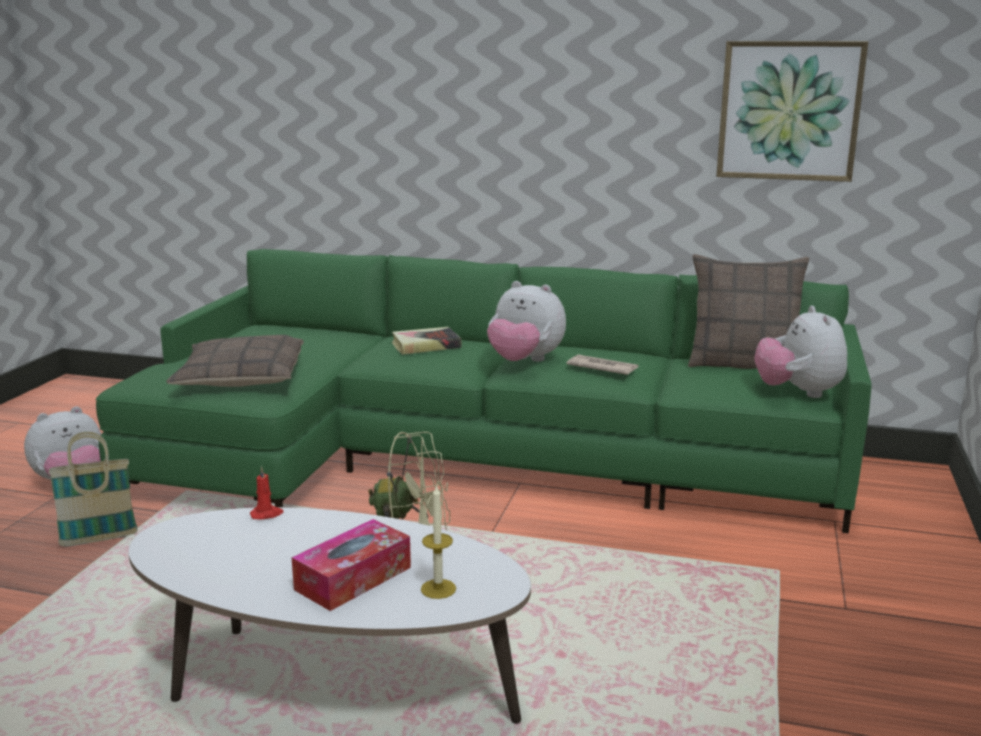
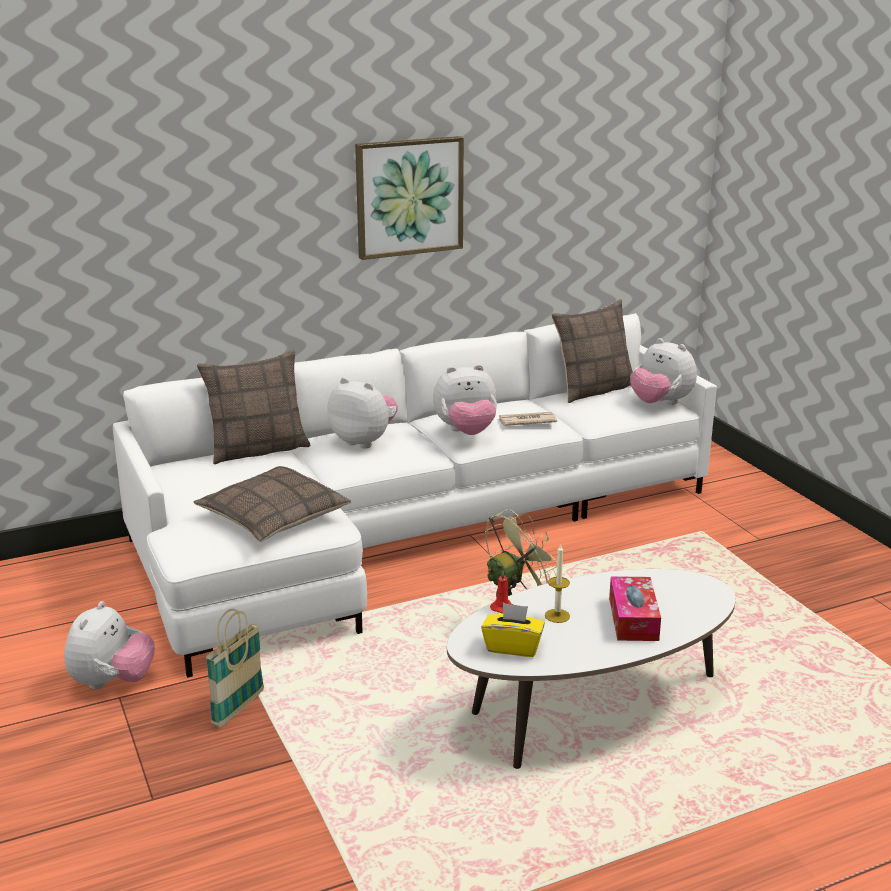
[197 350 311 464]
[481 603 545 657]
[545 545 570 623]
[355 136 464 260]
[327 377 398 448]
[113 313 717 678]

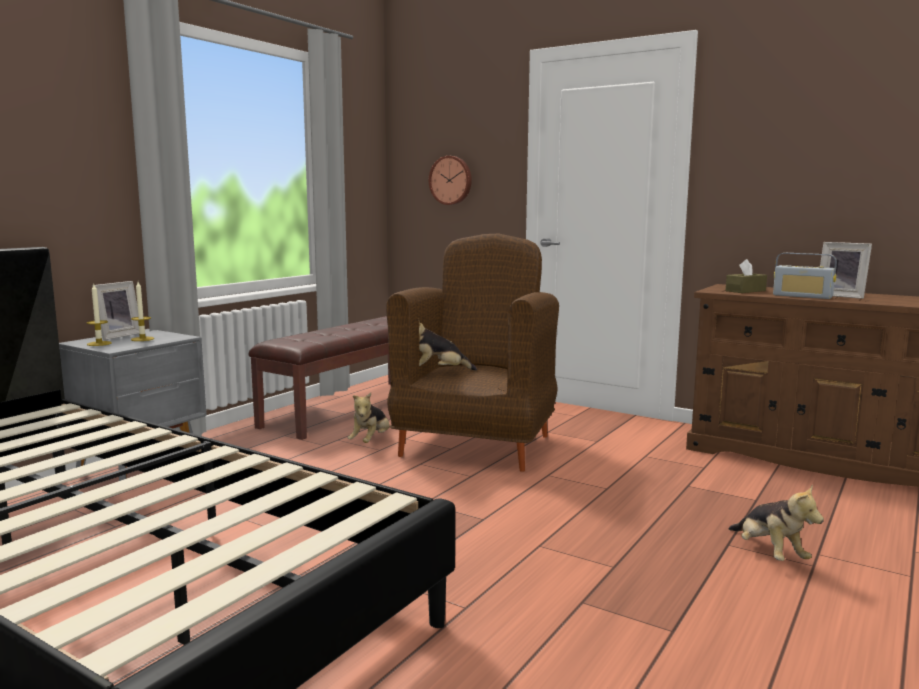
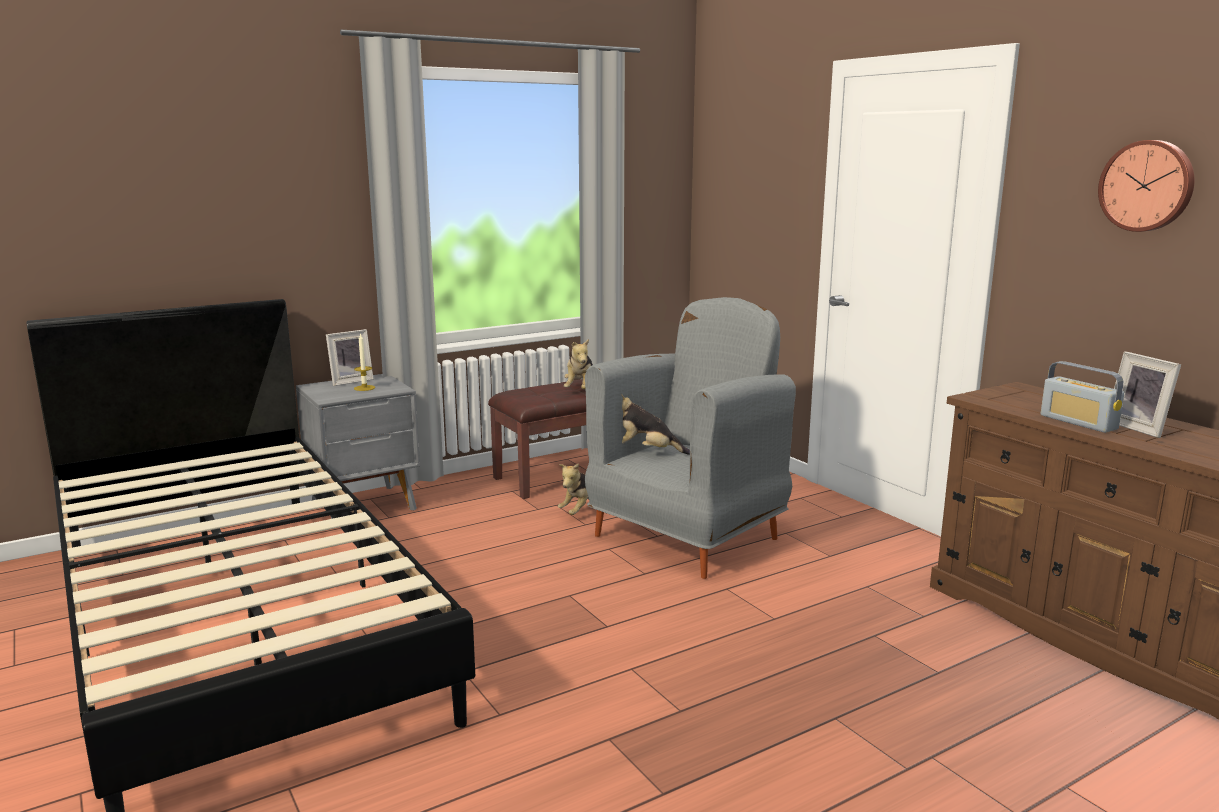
[87 284 112 346] (first image)
[725 259 767 293] (first image)
[1098 140 1195 232]
[564 339 593 389]
[585 297 796 579]

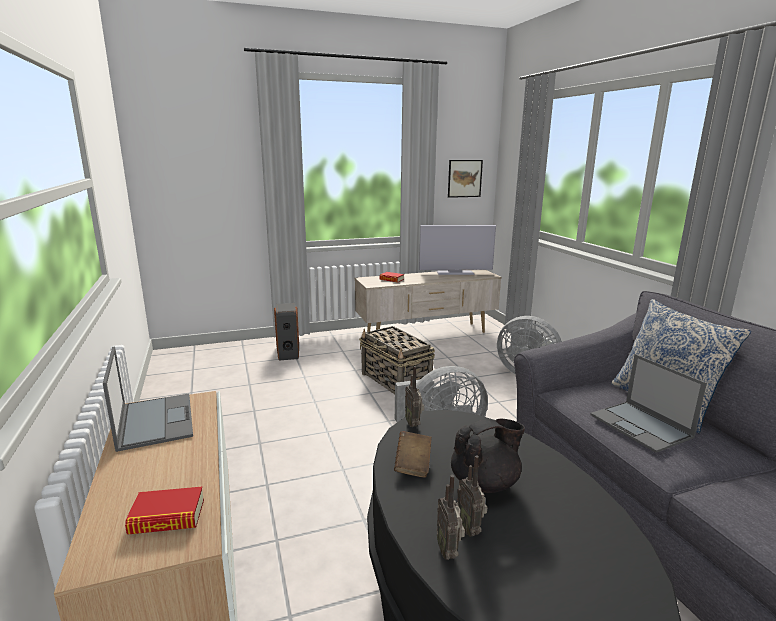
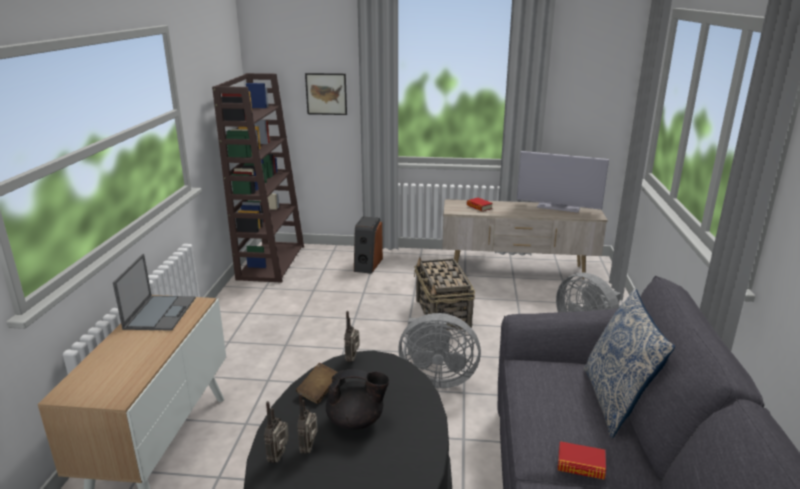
[590 354 707 453] (first image)
[212 73 304 283]
[558 441 606 480]
[305 73 347 115]

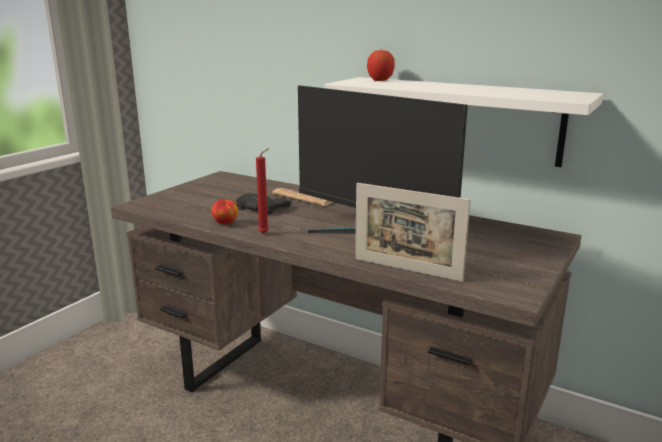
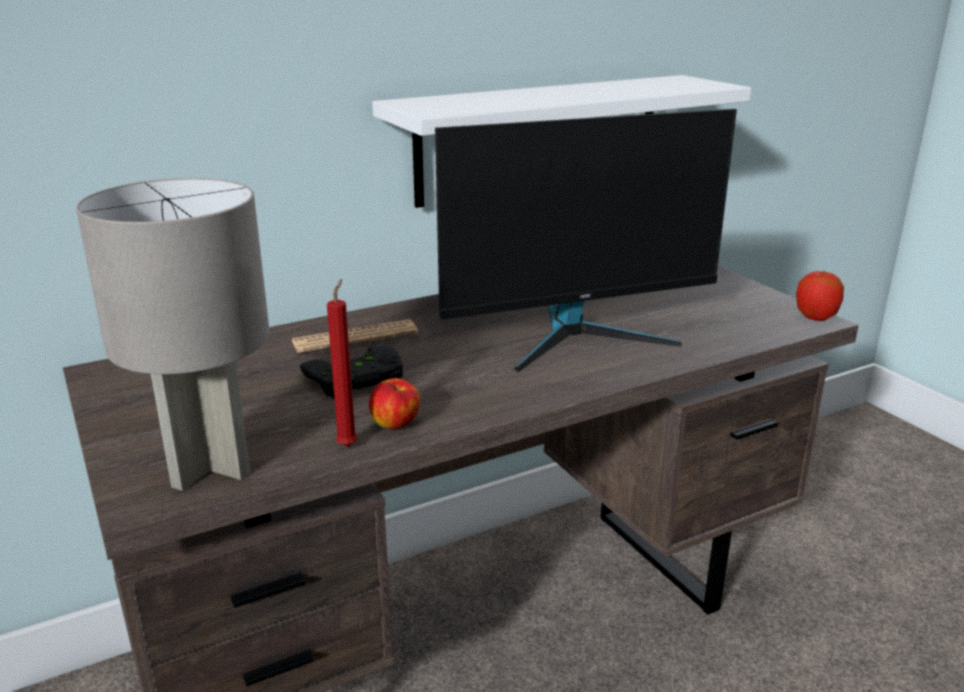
[355 183 471 282] (first image)
[76 178 270 491]
[327 279 358 447]
[796 270 844 321]

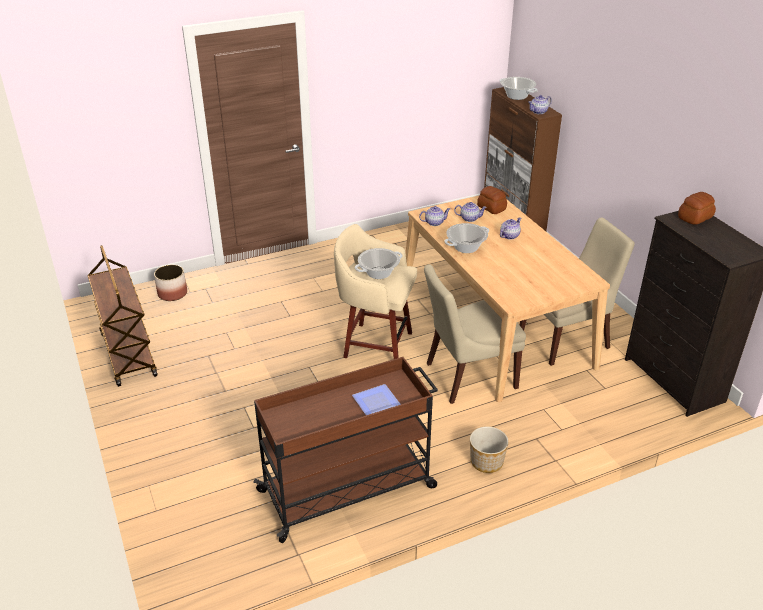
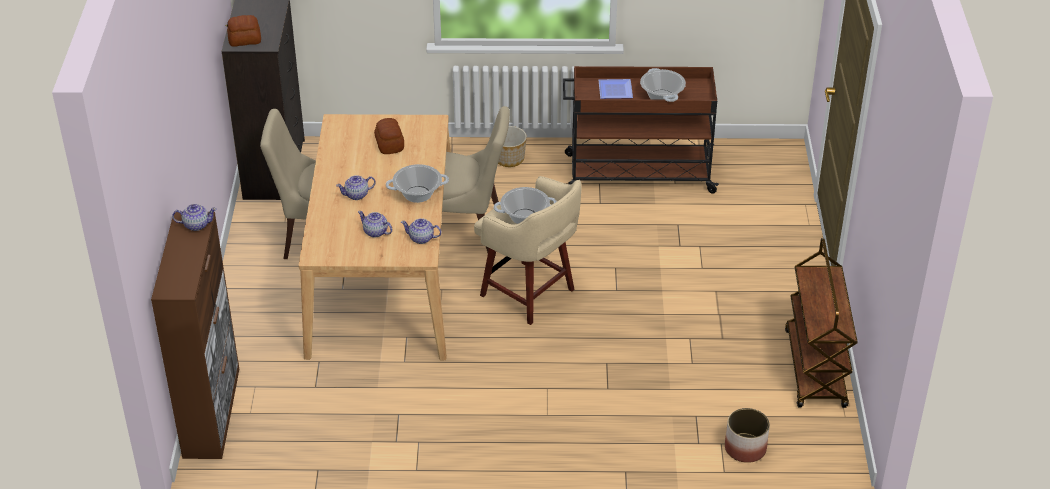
[374 118 404 154]
[640 68 686 102]

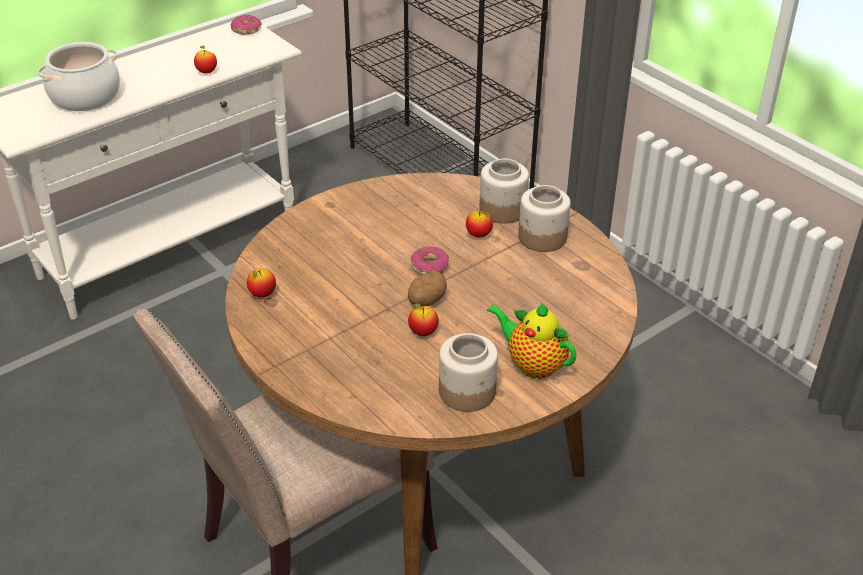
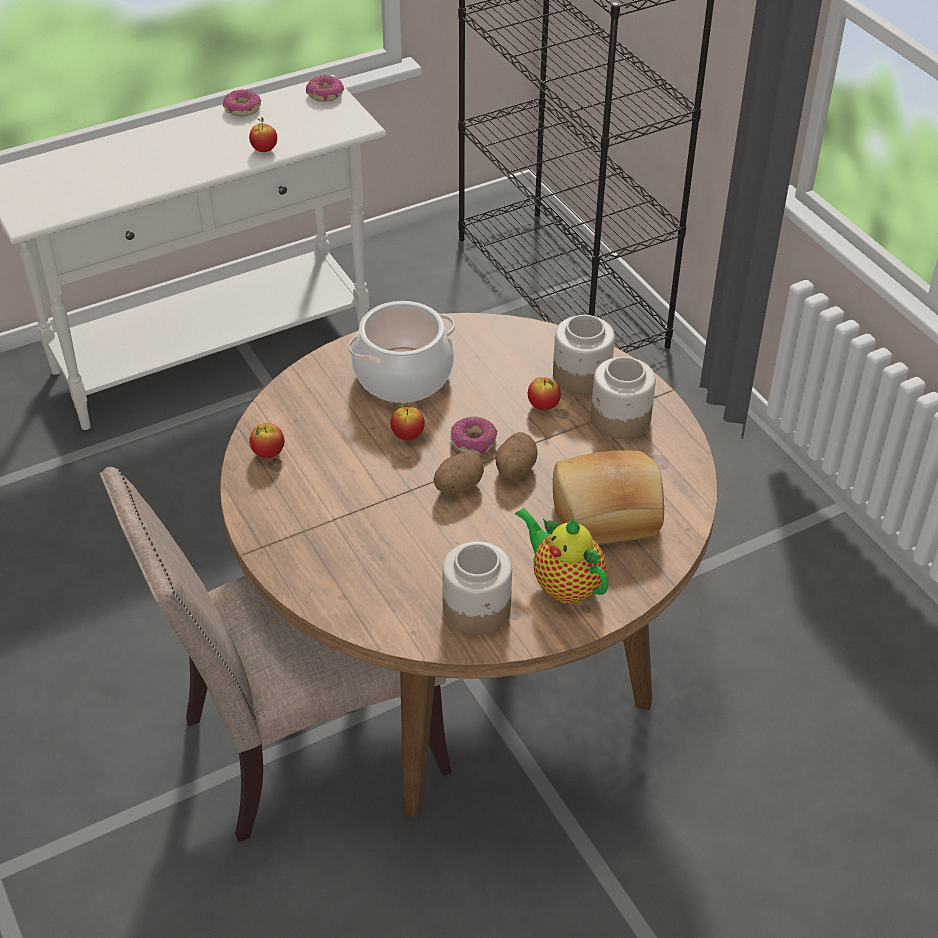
[223 90 261 116]
[495 432 538 479]
[553 451 664 545]
[348 301 455 403]
[390 403 425 441]

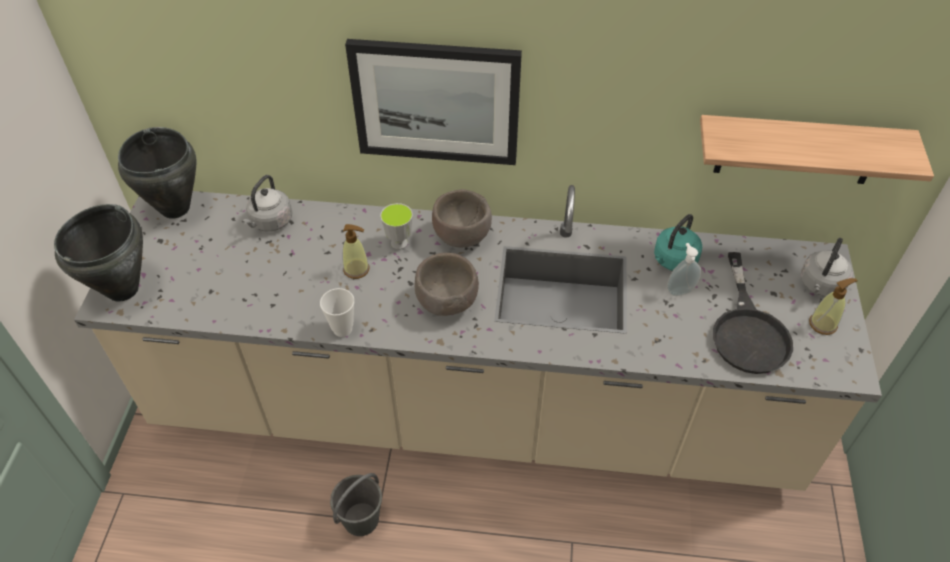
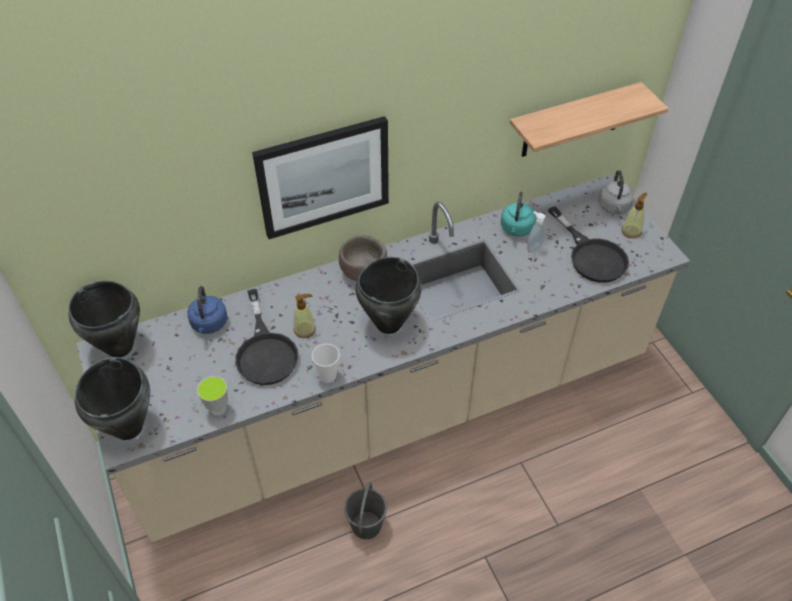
[235 289 298 385]
[197 376 228 416]
[356 257 422 334]
[187 286 227 334]

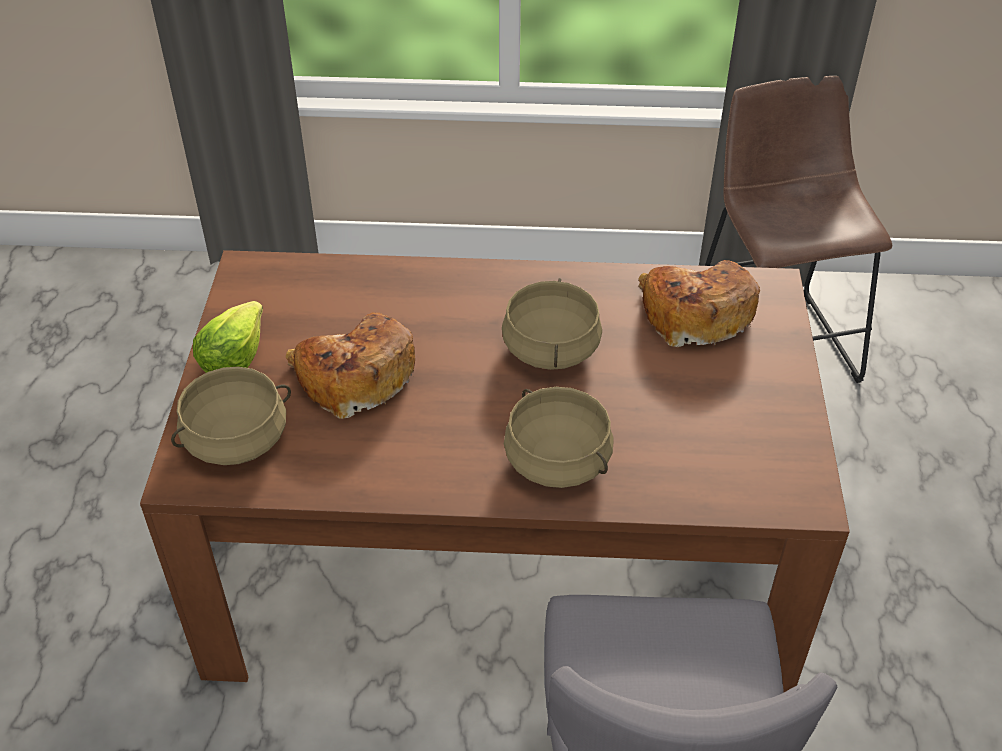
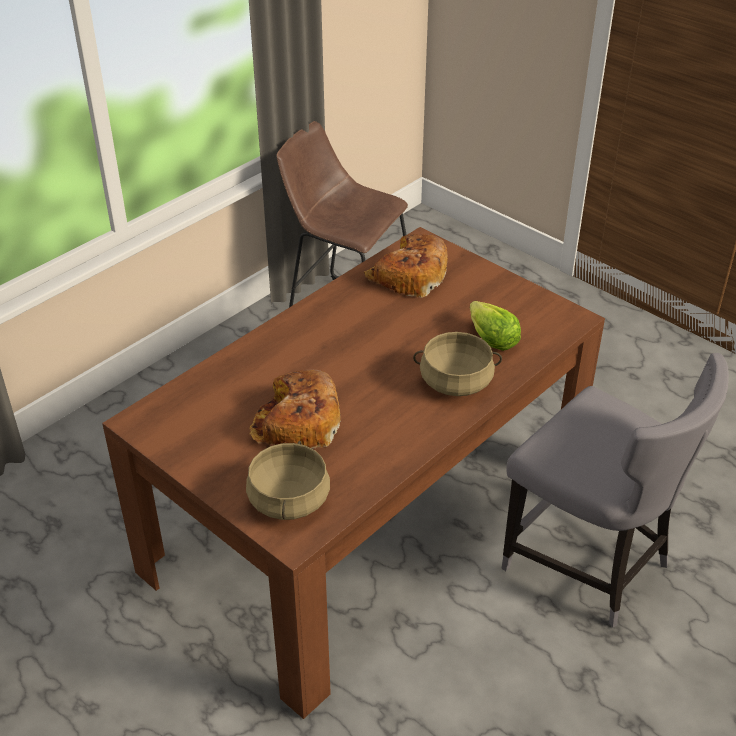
[502 278 602 370] (first image)
[470 301 521 351]

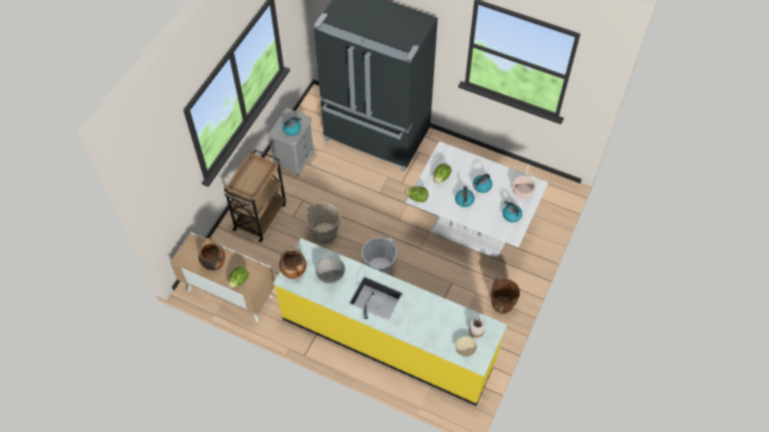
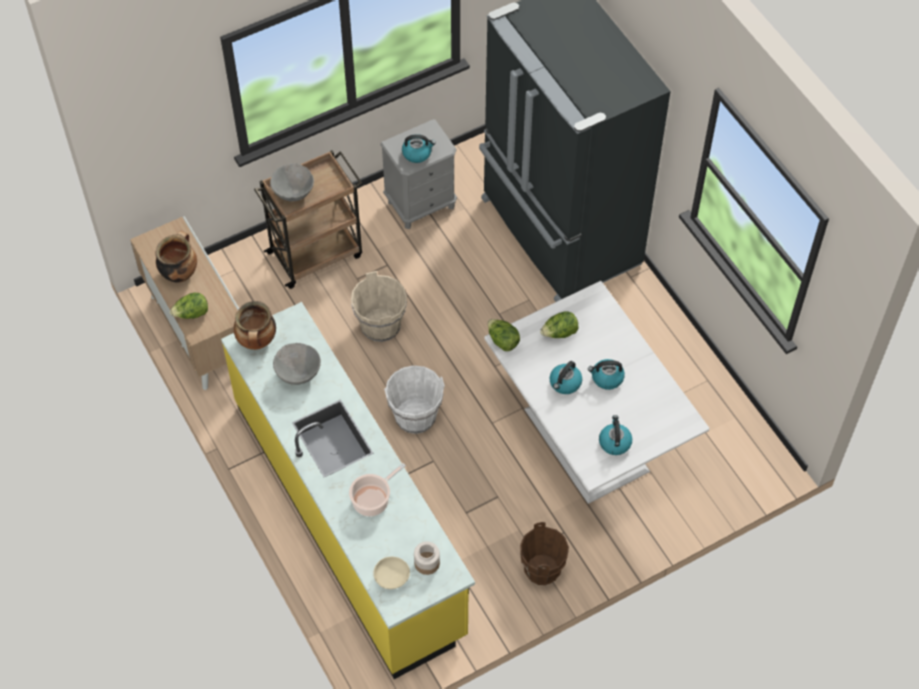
[270 163 314 201]
[349 463 406 516]

